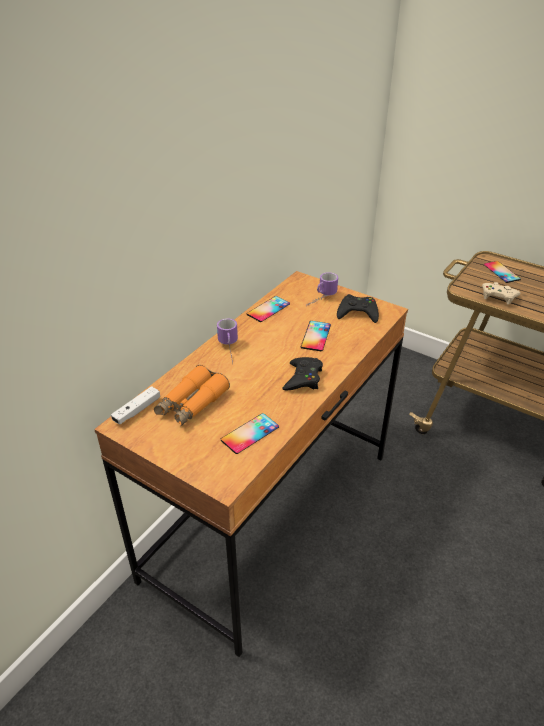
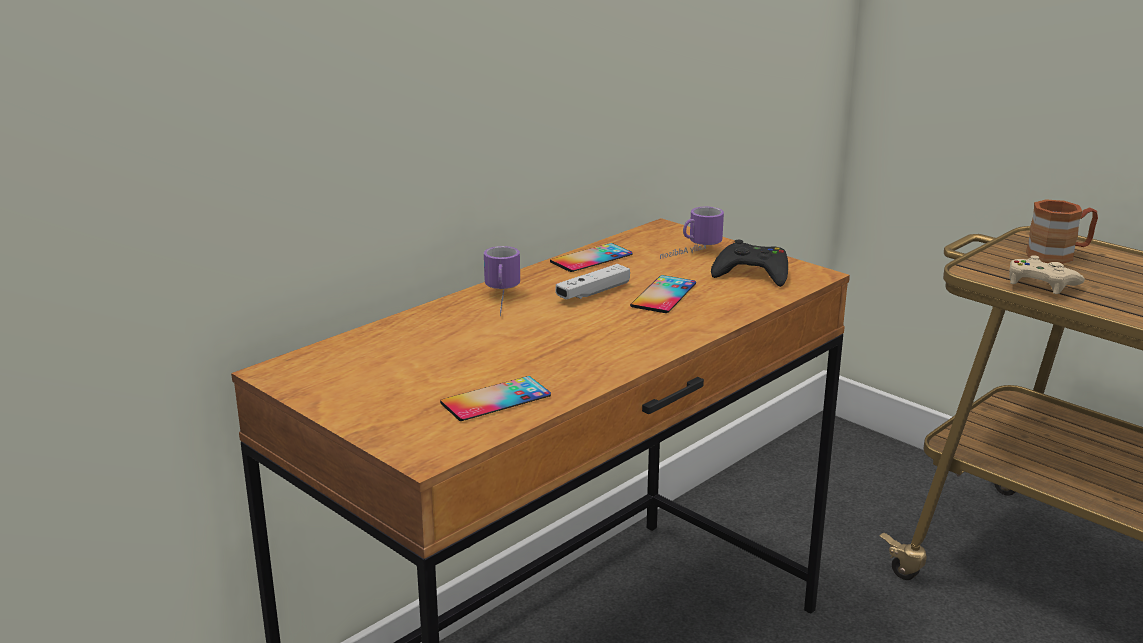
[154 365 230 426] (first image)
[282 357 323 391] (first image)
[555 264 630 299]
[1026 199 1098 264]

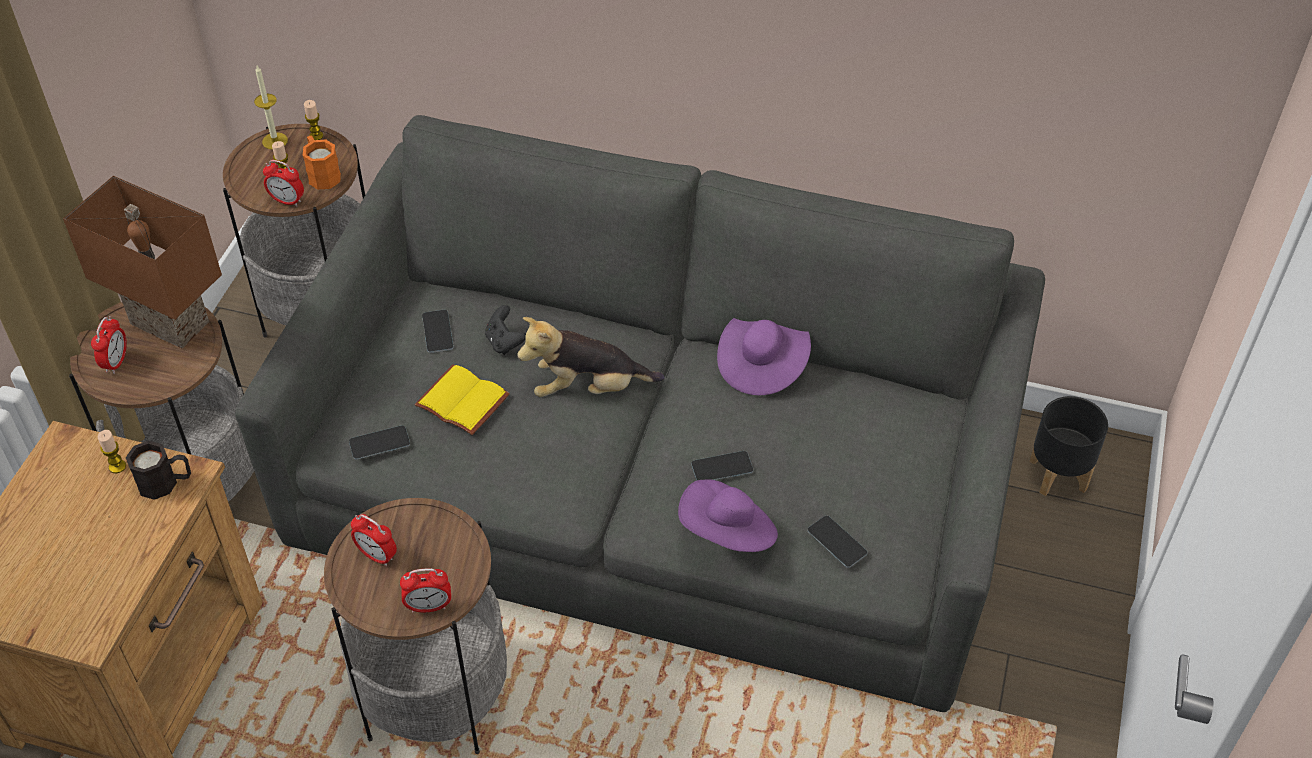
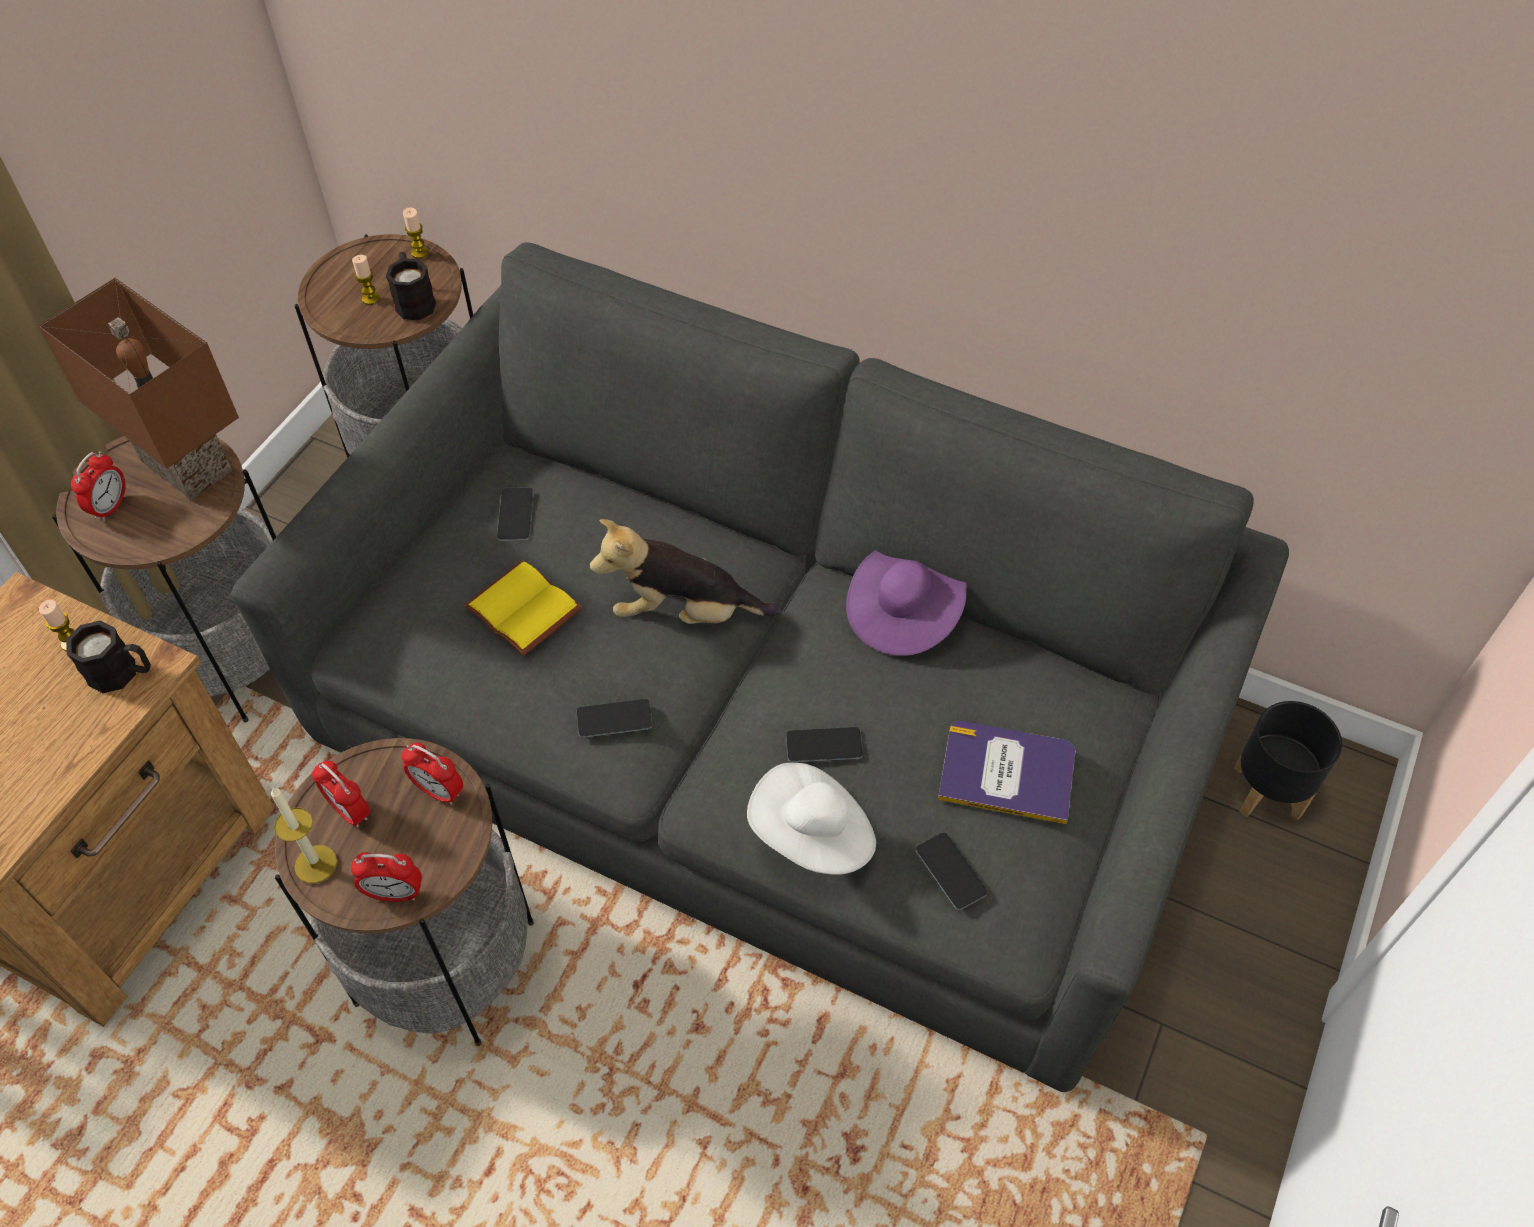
[485 305 526 355] (first image)
[938 721 1075 824]
[271 787 337 883]
[402 743 463 805]
[577 699 652 738]
[386 252 436 320]
[747 763 876 875]

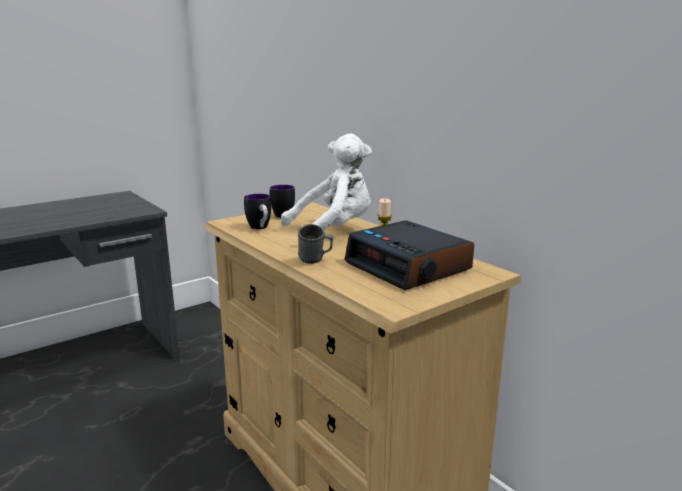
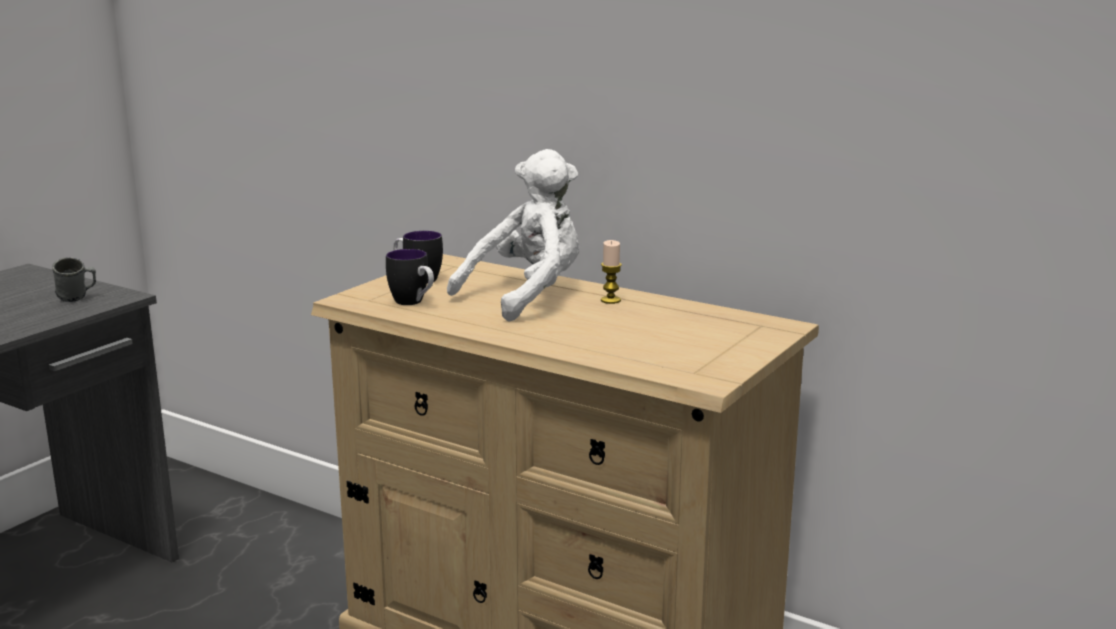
[344 220 474 290] (first image)
[52 257 96 302]

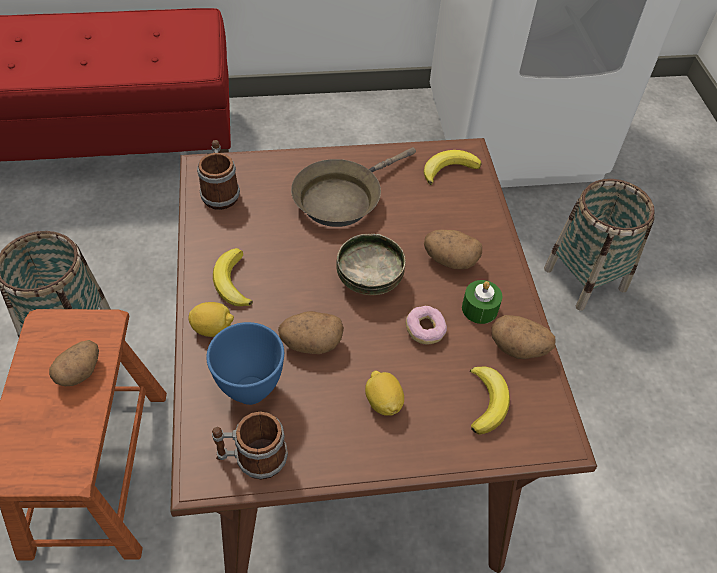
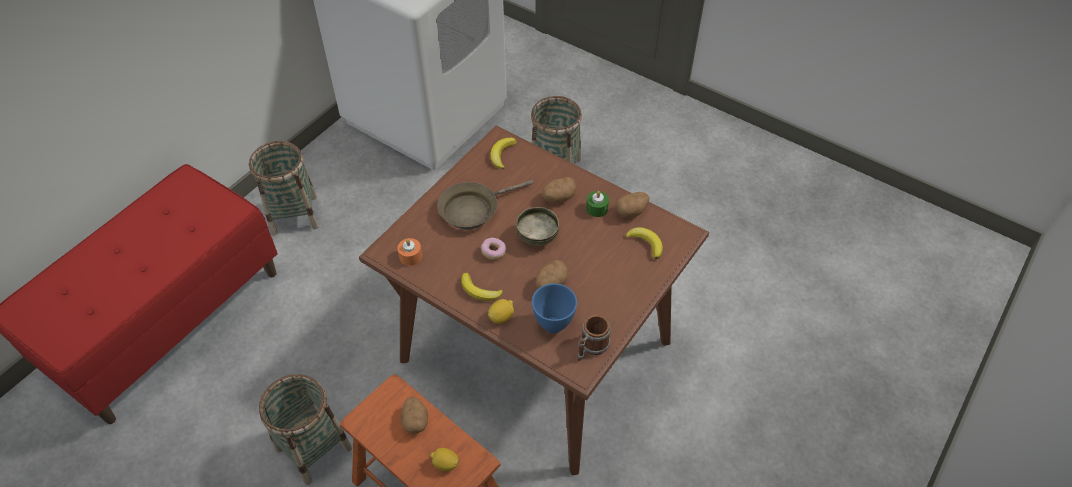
[249 141 319 236]
[430 448 459 471]
[481 238 506 260]
[398 238 422 266]
[437 180 533 229]

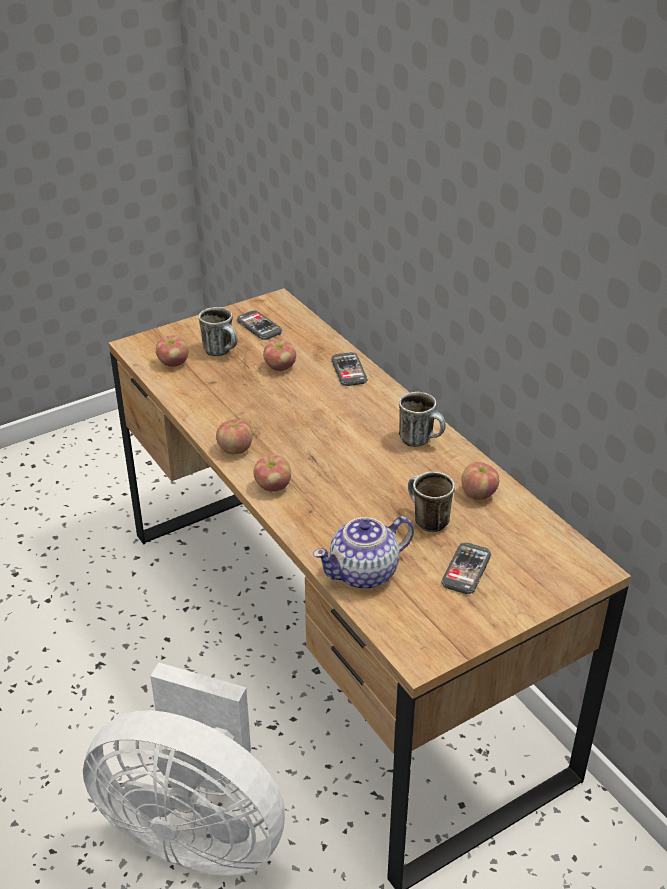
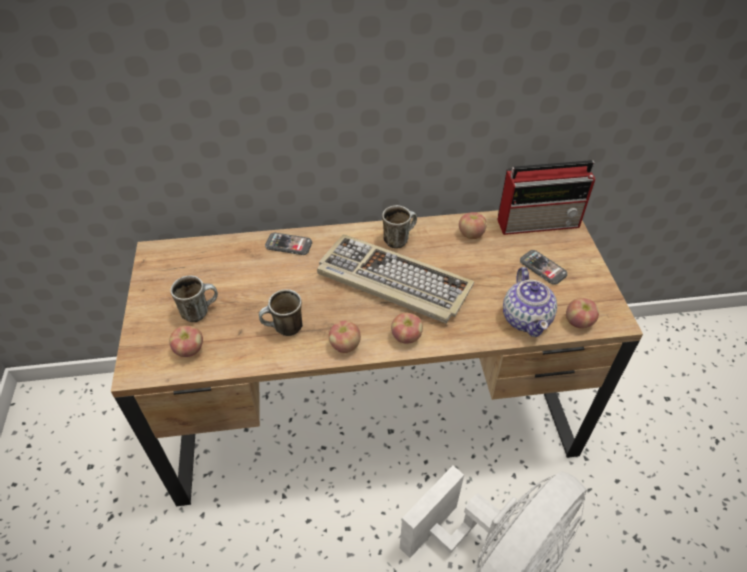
[237 311 282 340] (first image)
[317 234 474 324]
[497 160 595 235]
[566 298 599 328]
[259 289 303 336]

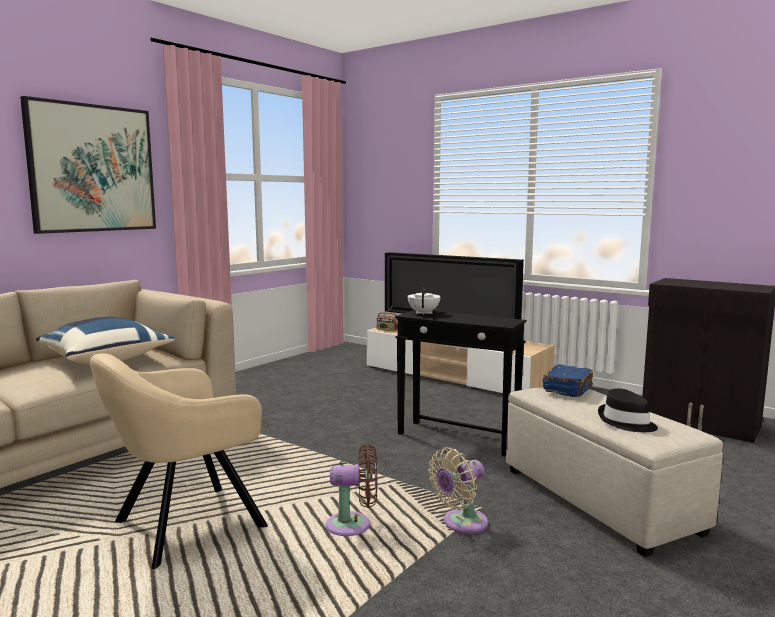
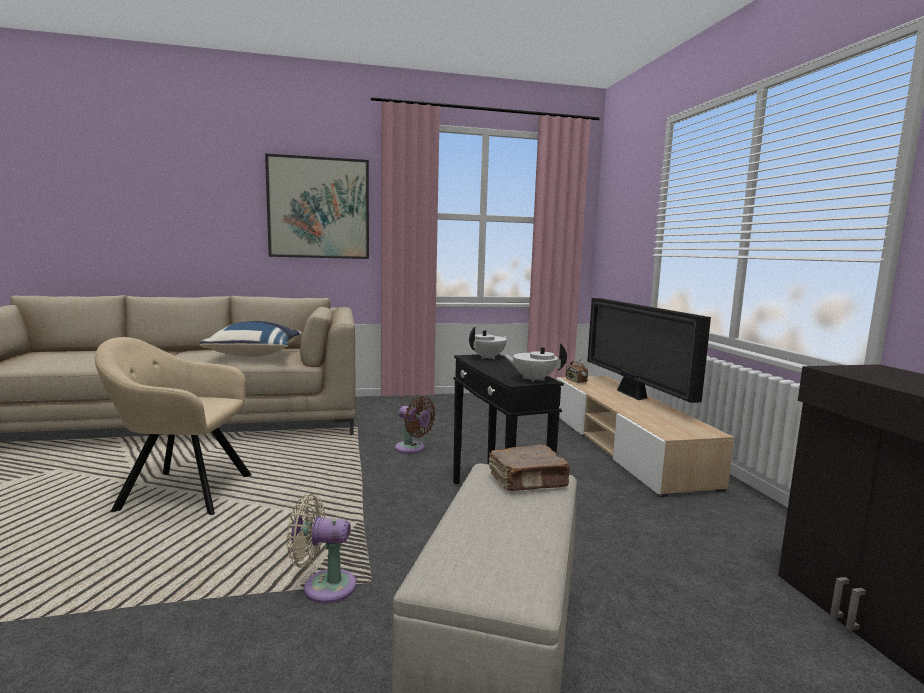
[598 388 658 432] (first image)
[502 343 567 382]
[395 396 436 454]
[489 444 571 491]

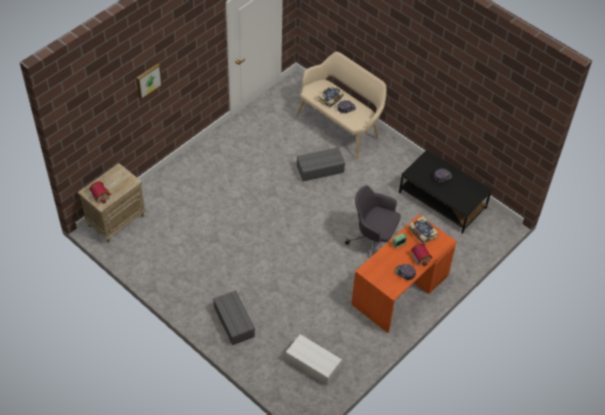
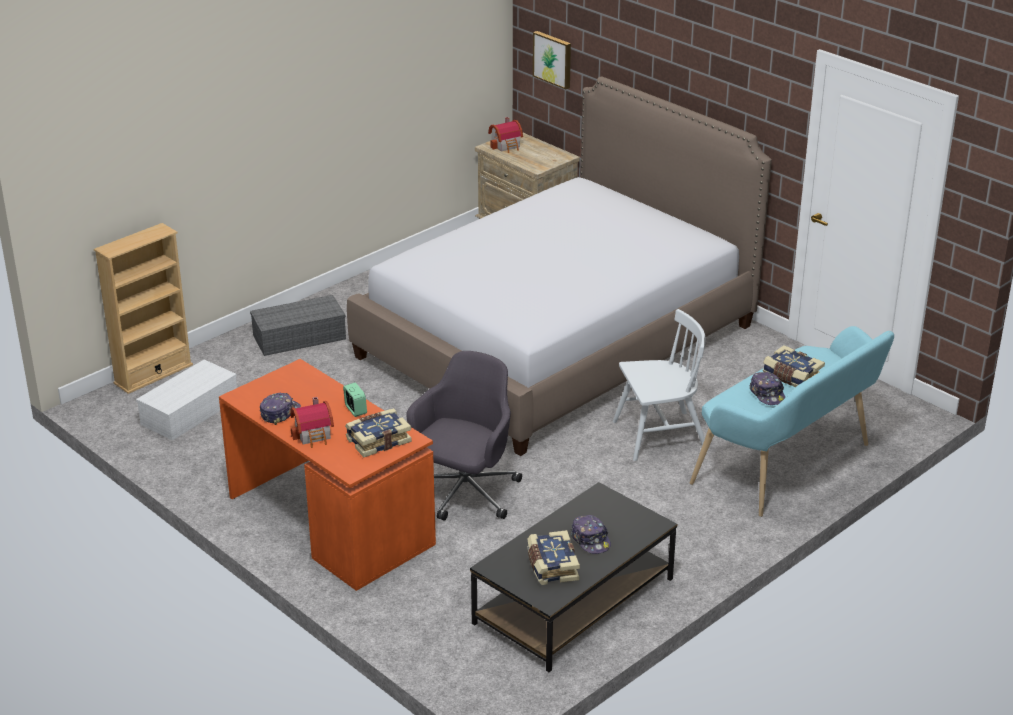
[94 223 193 394]
[347 77 772 456]
[527 530 580 585]
[533 31 571 89]
[613 309 706 461]
[690 326 894 517]

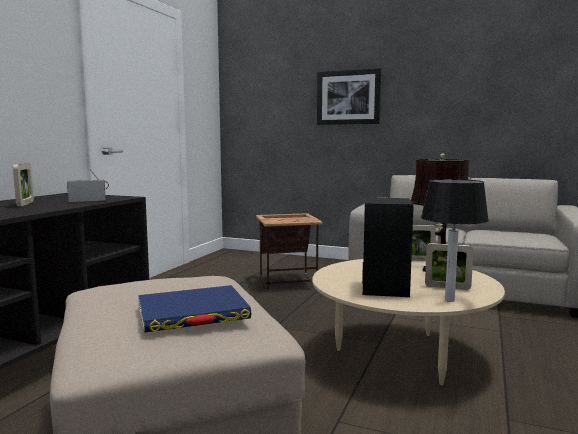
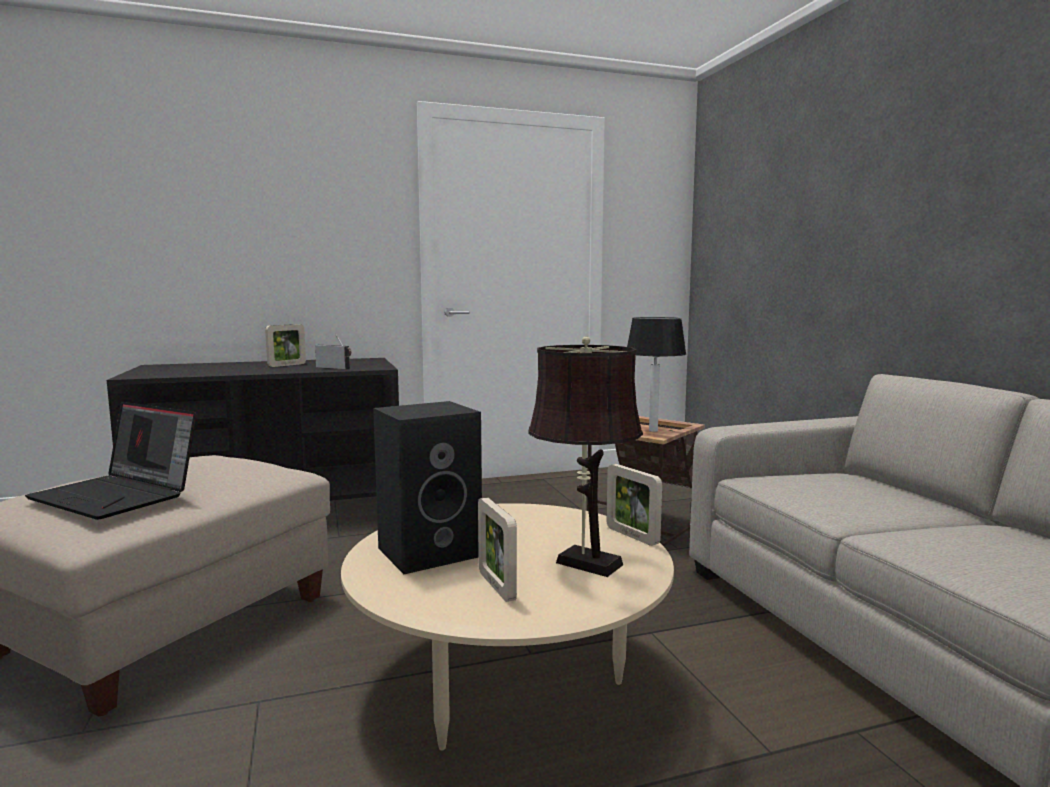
[317 68 381 125] (first image)
[627 317 686 432]
[25 402 197 520]

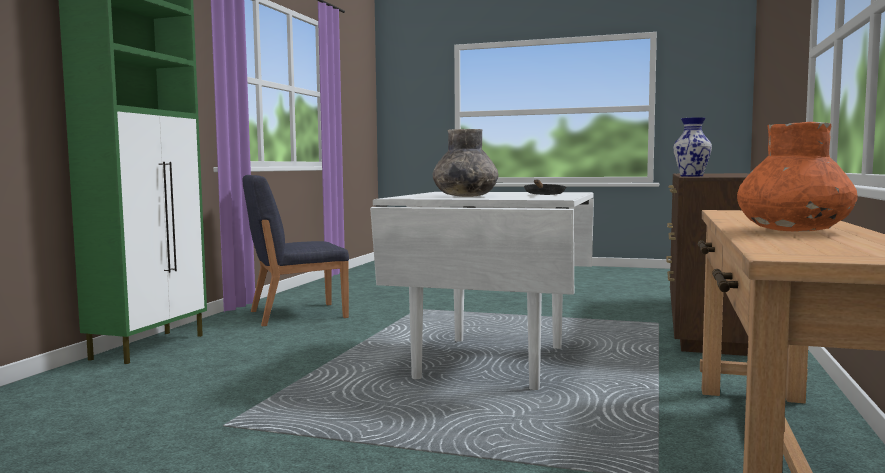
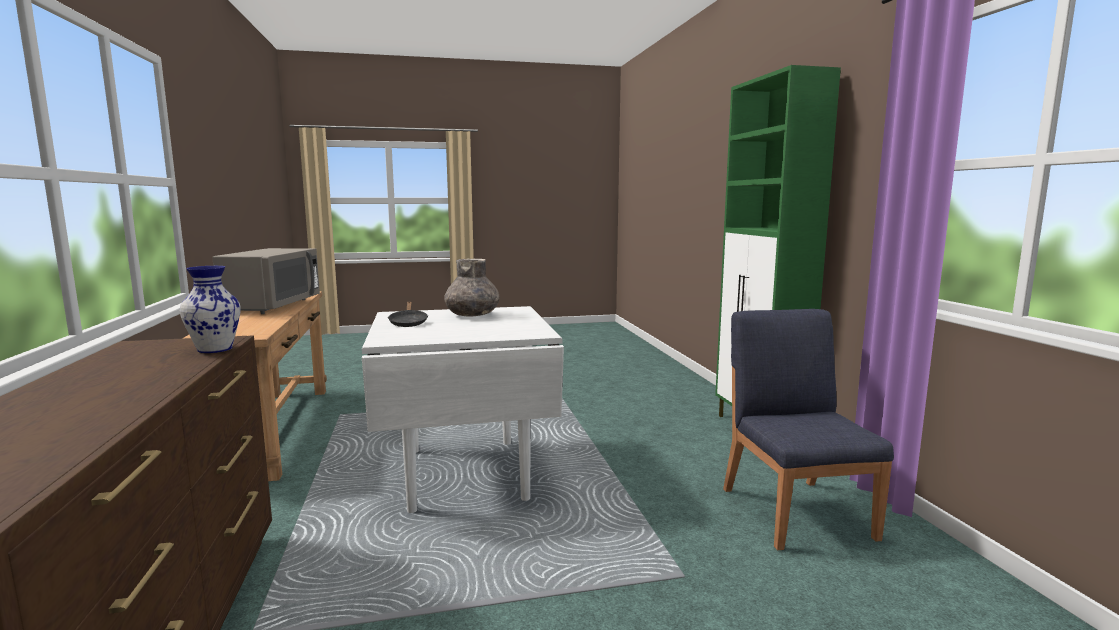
[212 248 320 314]
[723 309 894 550]

